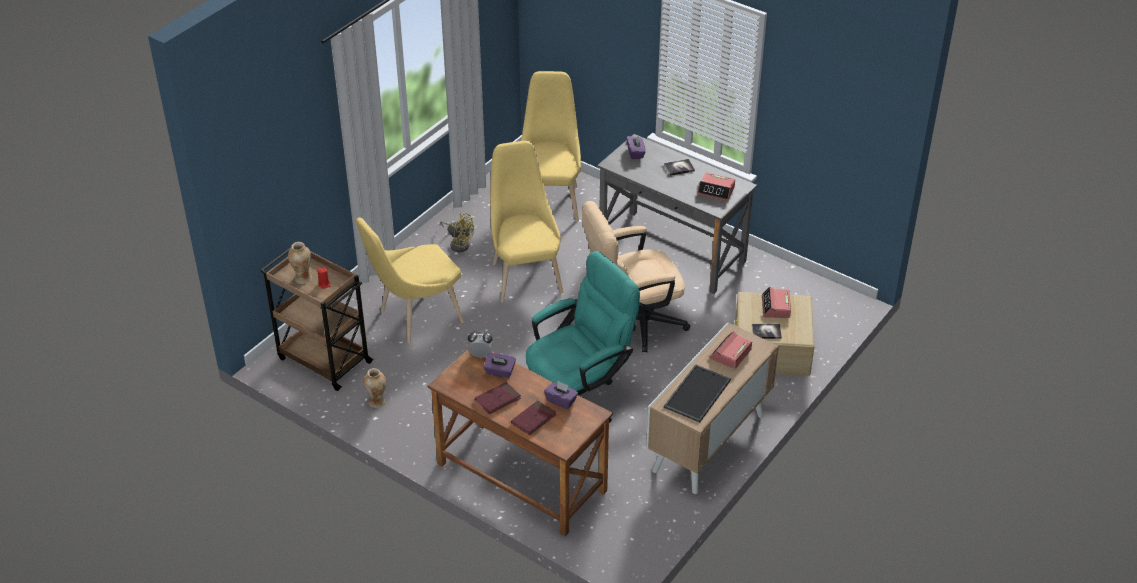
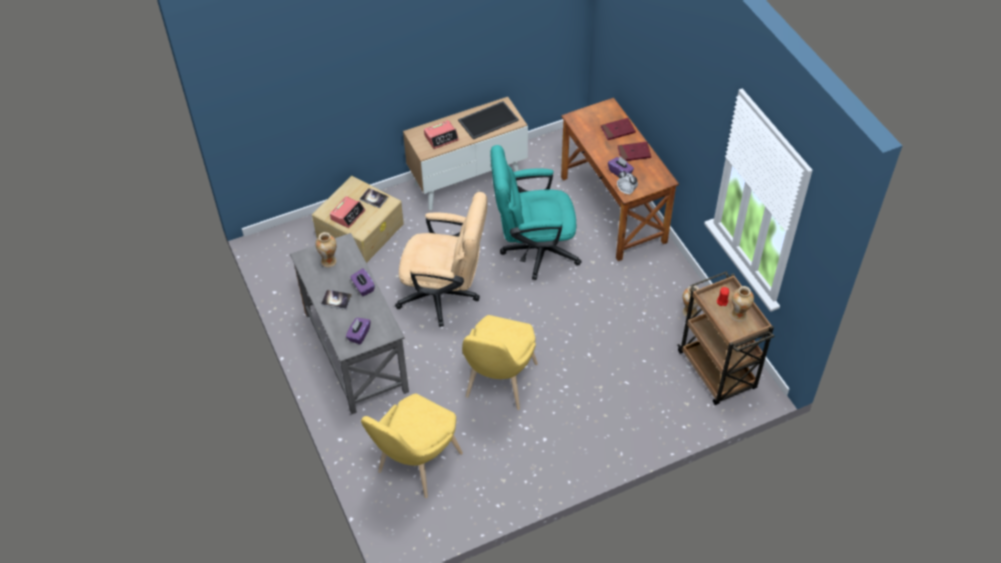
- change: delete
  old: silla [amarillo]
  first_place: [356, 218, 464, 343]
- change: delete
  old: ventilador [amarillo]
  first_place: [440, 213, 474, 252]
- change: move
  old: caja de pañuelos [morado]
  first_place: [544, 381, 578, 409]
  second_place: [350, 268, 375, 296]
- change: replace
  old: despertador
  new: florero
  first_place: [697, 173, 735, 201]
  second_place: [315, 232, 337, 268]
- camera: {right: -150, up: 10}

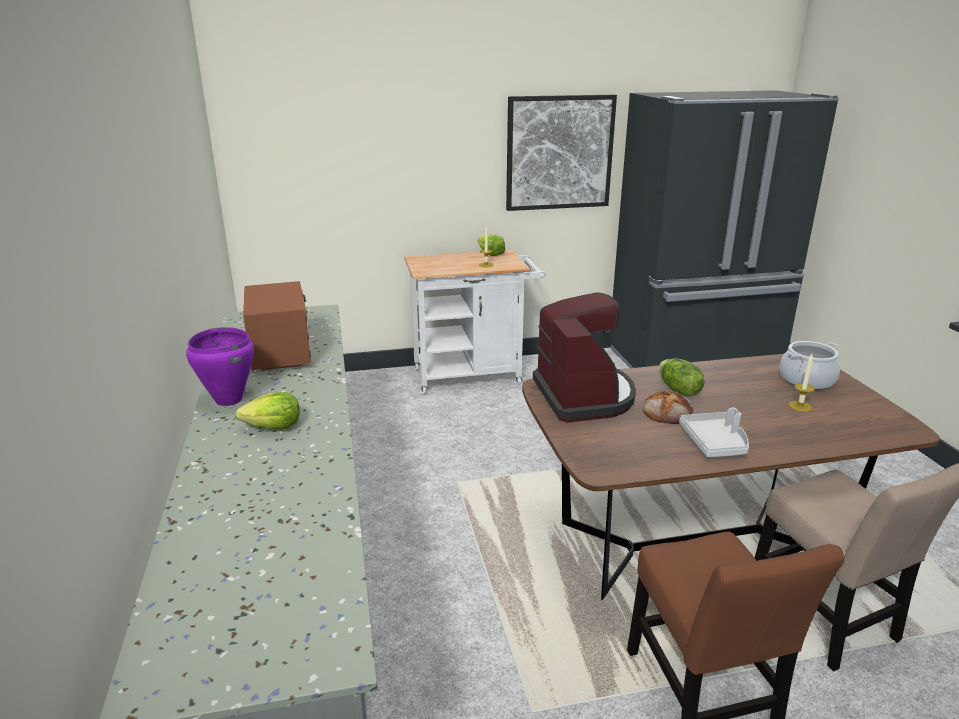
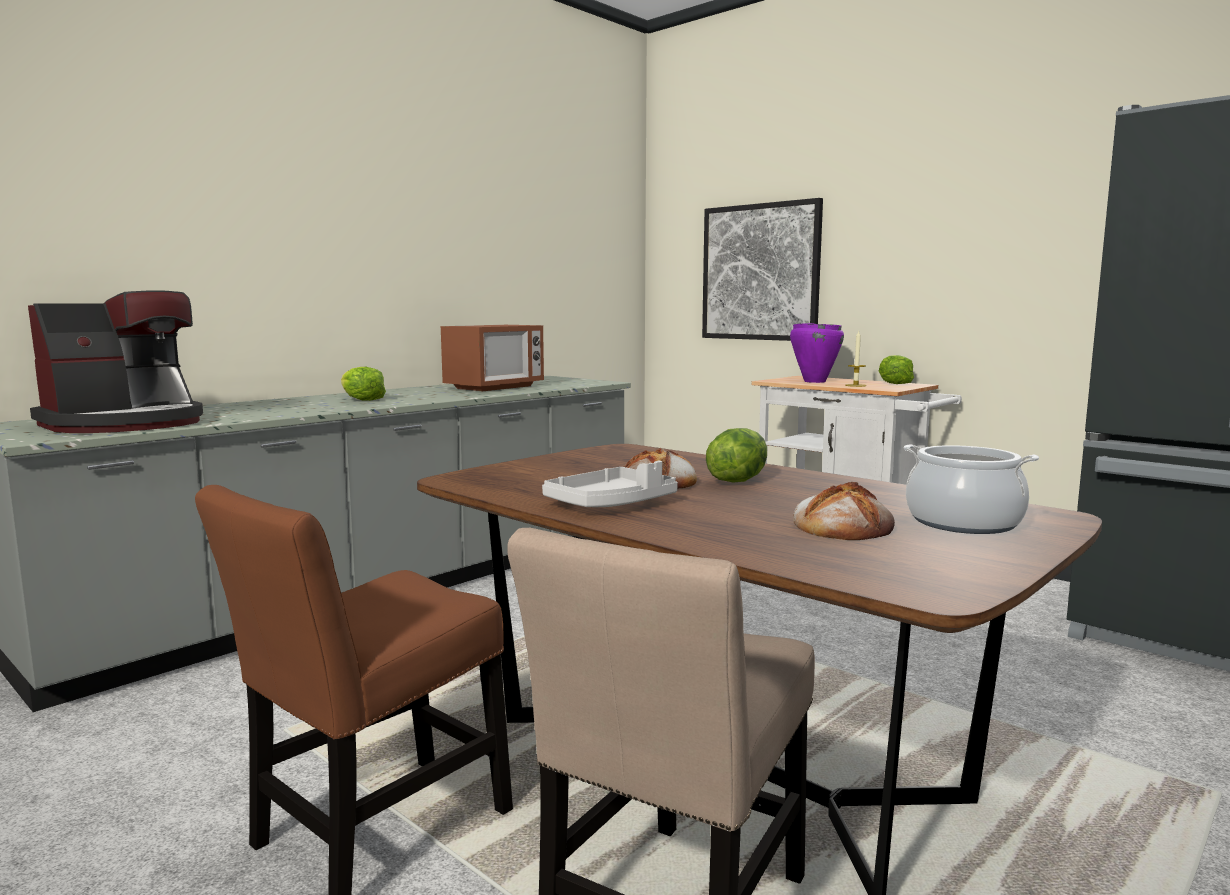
- change: move
  old: olla [morado]
  first_place: [186, 327, 254, 406]
  second_place: [790, 323, 844, 383]
- change: move
  old: cuadro
  first_place: [506, 95, 617, 211]
  second_place: [702, 198, 823, 341]
- change: move
  old: cafetera
  first_place: [533, 292, 636, 423]
  second_place: [28, 290, 203, 433]
- change: replace
  old: vela
  new: pan
  first_place: [789, 354, 815, 412]
  second_place: [793, 482, 895, 540]
- camera: {right: 55, up: -15}

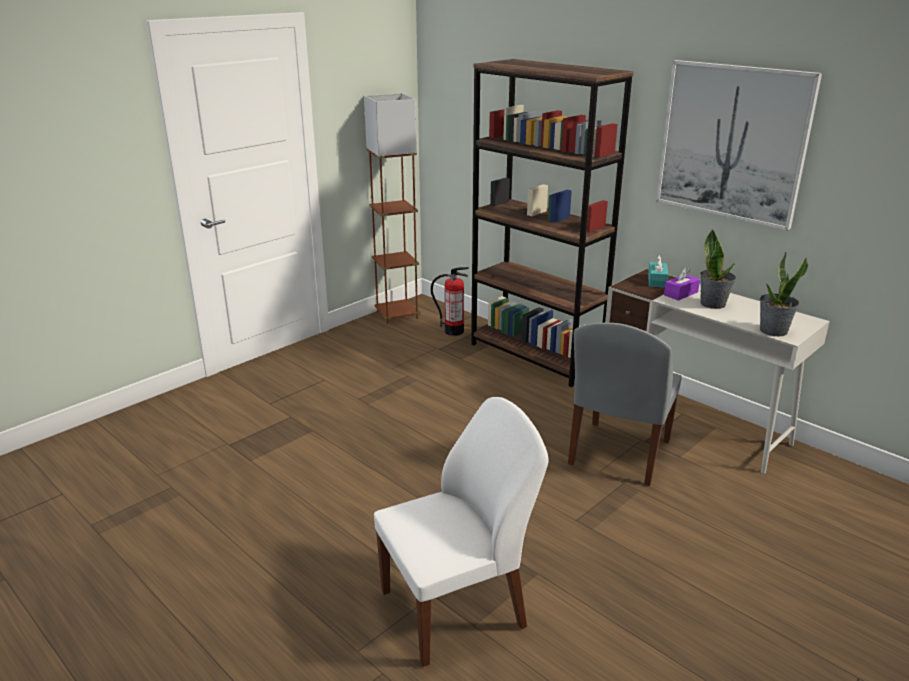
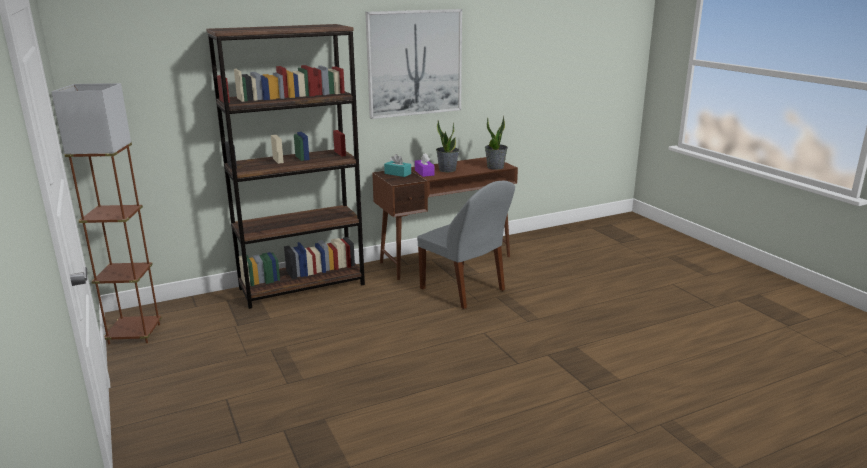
- change: delete
  old: silla [blanco]
  first_place: [374, 397, 549, 667]
- change: delete
  old: extintor
  first_place: [431, 267, 469, 336]
- change: recolor
  old: escritorio [blanco]
  new: escritorio [marrón]
  first_place: [605, 269, 830, 473]
  second_place: [372, 157, 518, 280]
- camera: {right: -70, up: -5}

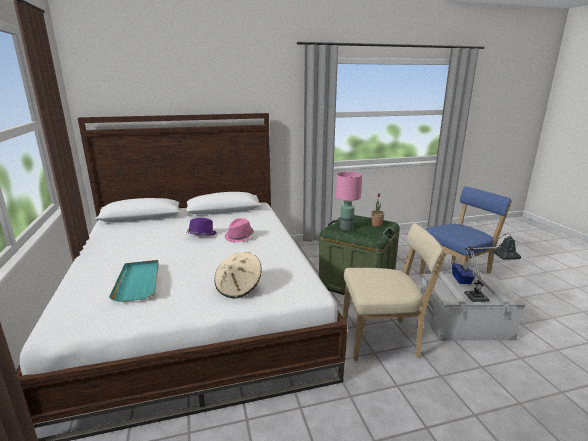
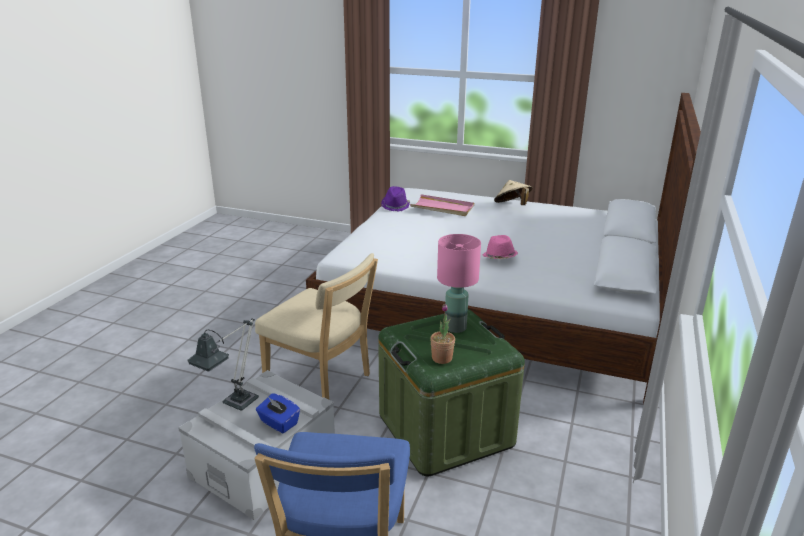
- change: move
  old: sombrero [morado]
  first_place: [186, 217, 216, 235]
  second_place: [381, 186, 410, 211]
- change: move
  old: sombrero [beis]
  first_place: [215, 252, 262, 298]
  second_place: [494, 180, 533, 205]
- change: recolor
  old: bandeja [turquesa]
  new: bandeja [rosa]
  first_place: [109, 260, 159, 302]
  second_place: [410, 194, 474, 216]
- change: rotate
  old: silla [beis]
  first_place: [343, 223, 447, 361]
  second_place: [255, 253, 378, 399]
  degrees: -90
- camera: {right: 125, up: 5}

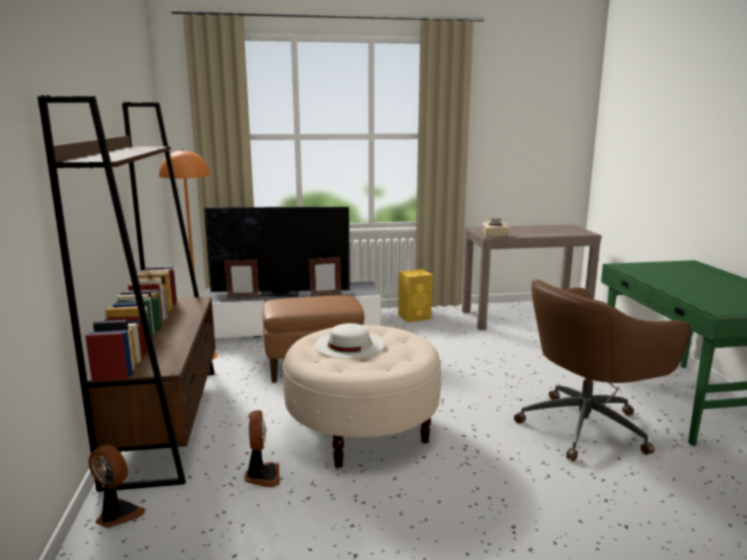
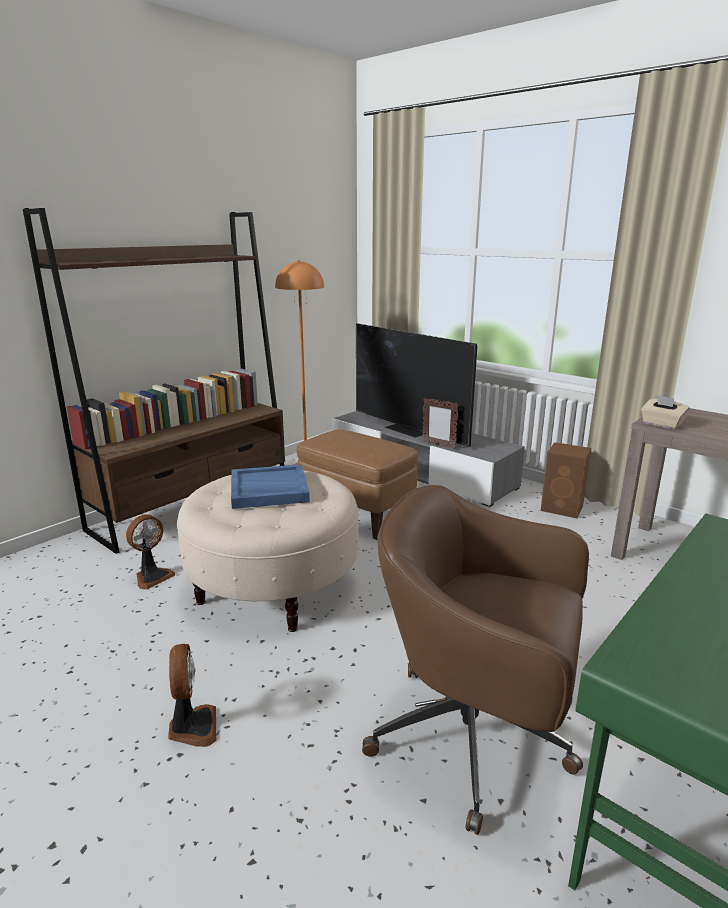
- change: delete
  old: portarretratos
  first_place: [224, 259, 260, 299]
- change: move
  old: ventilador
  first_place: [88, 444, 146, 528]
  second_place: [168, 644, 216, 747]
- change: replace
  old: sombrero [blanco]
  new: bandeja [azul]
  first_place: [315, 323, 385, 359]
  second_place: [231, 464, 310, 509]
- change: recolor
  old: altavoz [amarillo]
  new: altavoz [marrón]
  first_place: [398, 269, 433, 323]
  second_place: [541, 442, 591, 518]
- camera: {right: 50, up: 5}

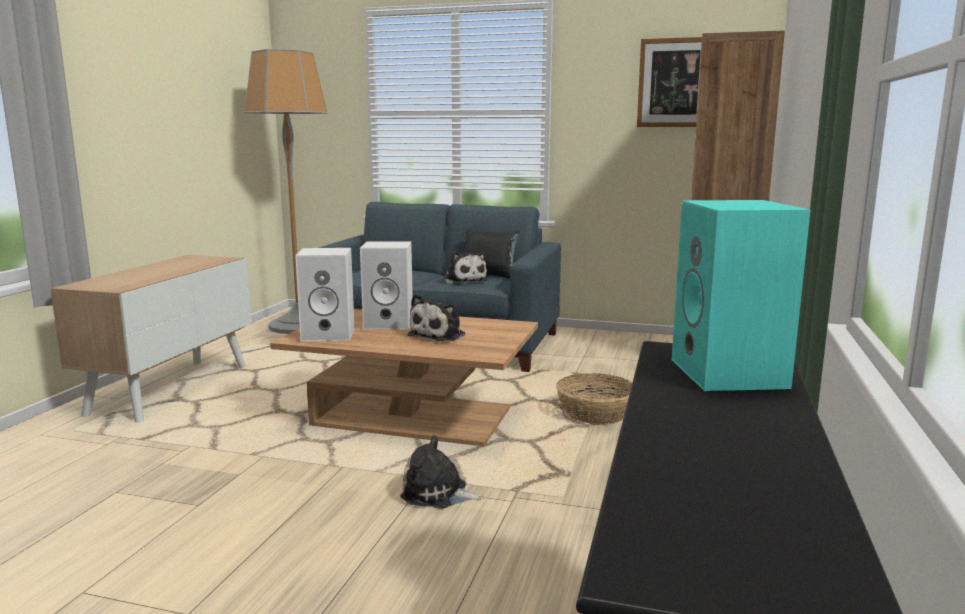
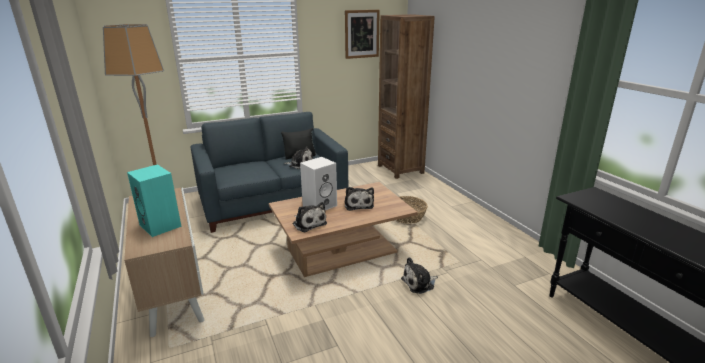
- change: move
  old: altavoz [turquesa]
  first_place: [672, 200, 810, 391]
  second_place: [127, 164, 181, 237]
- change: replace
  old: altavoz [blanco]
  new: peluche
  first_place: [295, 248, 355, 341]
  second_place: [293, 202, 327, 232]
- camera: {right: -40, up: 10}

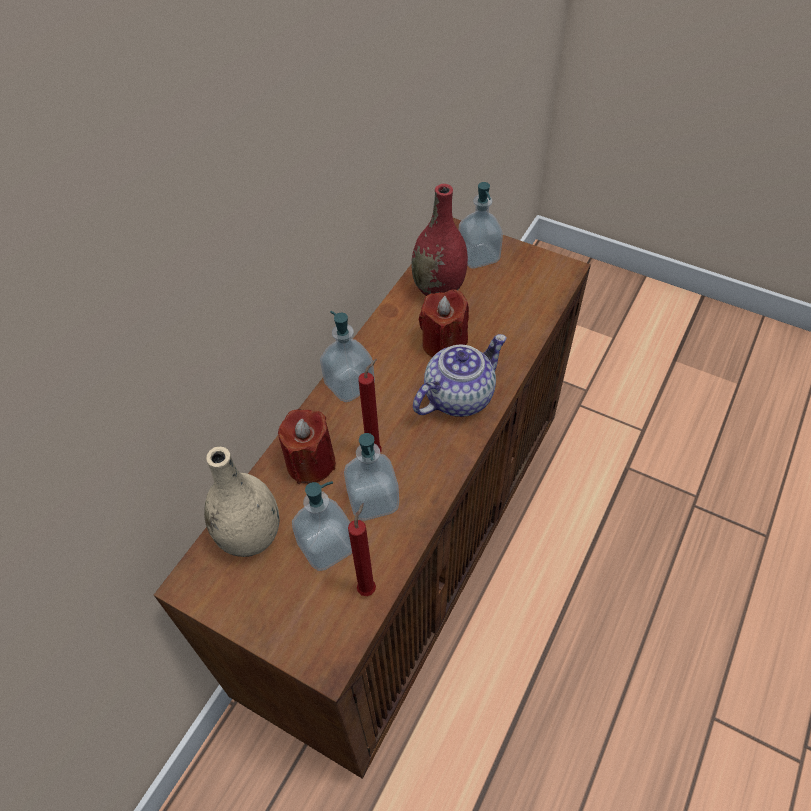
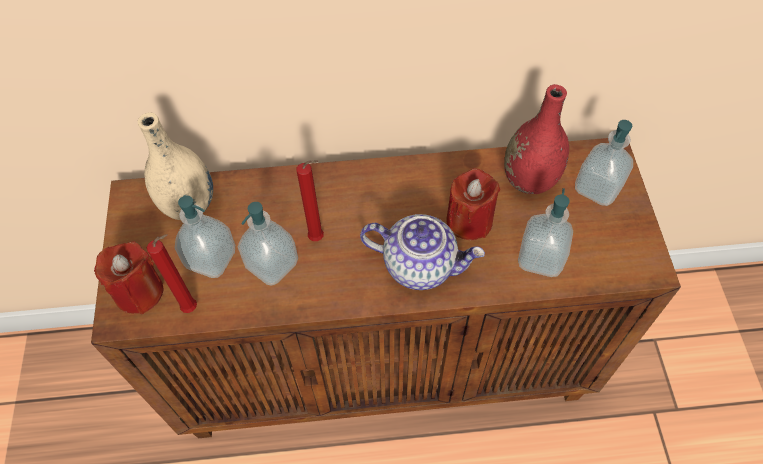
- change: move
  old: vela [rojo]
  first_place: [278, 409, 336, 484]
  second_place: [94, 241, 164, 314]
- change: move
  old: dispensador de jabón
  first_place: [320, 311, 375, 402]
  second_place: [518, 188, 573, 277]
- camera: {right: 55, up: 5}

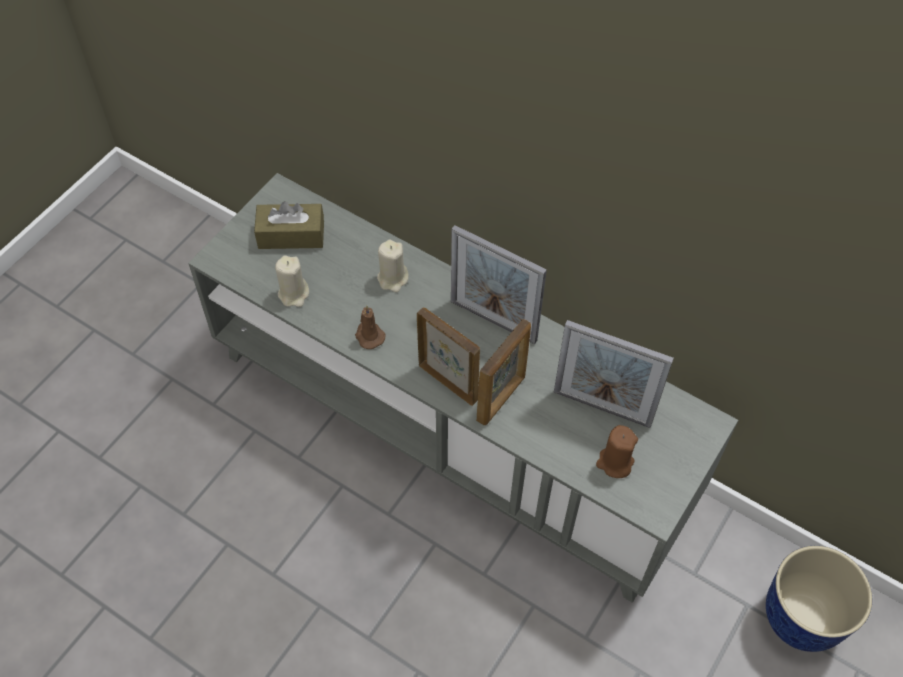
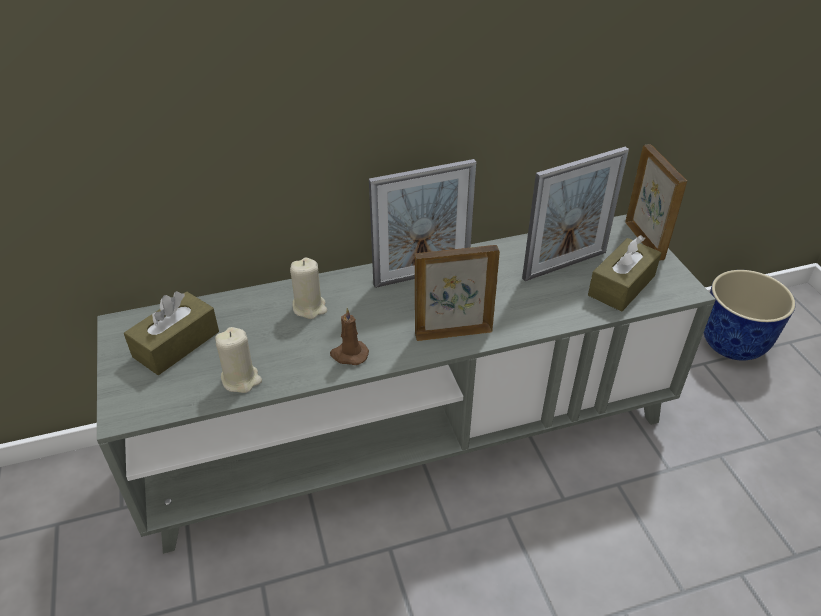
- change: move
  old: portarretratos
  first_place: [476, 319, 531, 425]
  second_place: [625, 144, 687, 261]
- change: replace
  old: vela [marrón]
  new: caja de pañuelos [marrón]
  first_place: [596, 425, 638, 478]
  second_place: [588, 235, 661, 312]
- camera: {right: -50, up: -15}

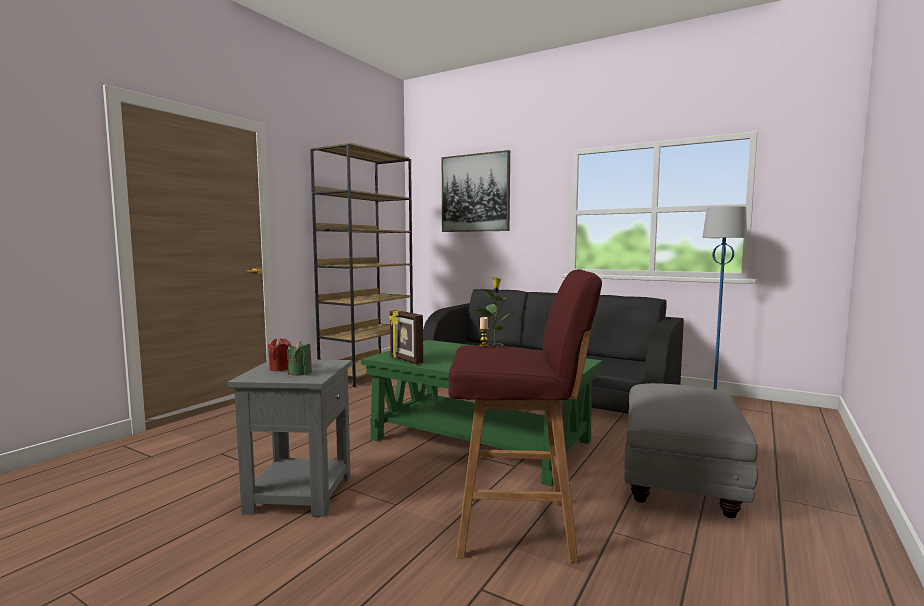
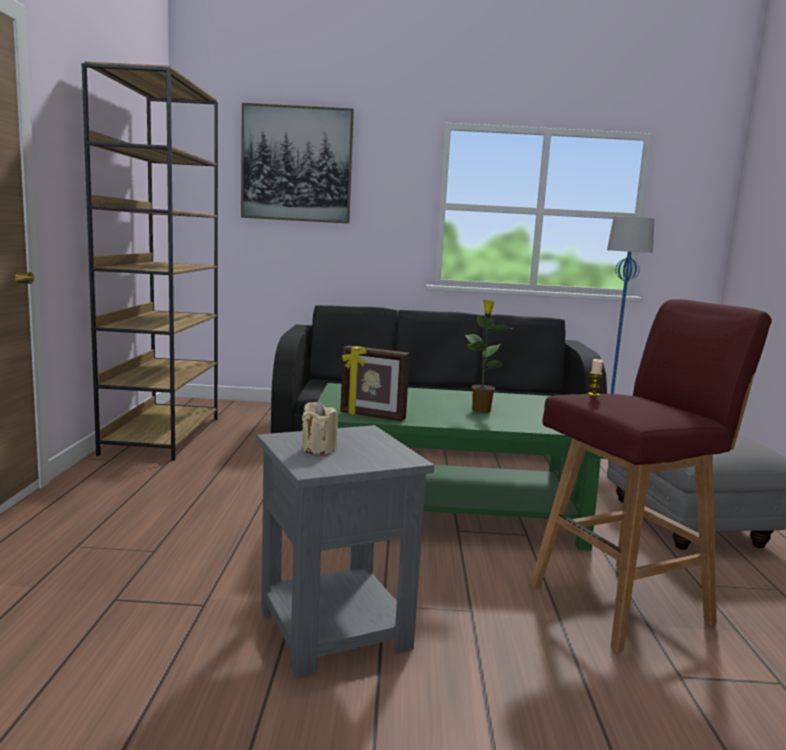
- change: delete
  old: vela [verde]
  first_place: [287, 341, 312, 376]
- change: recolor
  old: vela [rojo]
  new: vela [beis]
  first_place: [268, 337, 291, 371]
  second_place: [302, 402, 338, 455]
- camera: {right: -30, up: 5}

